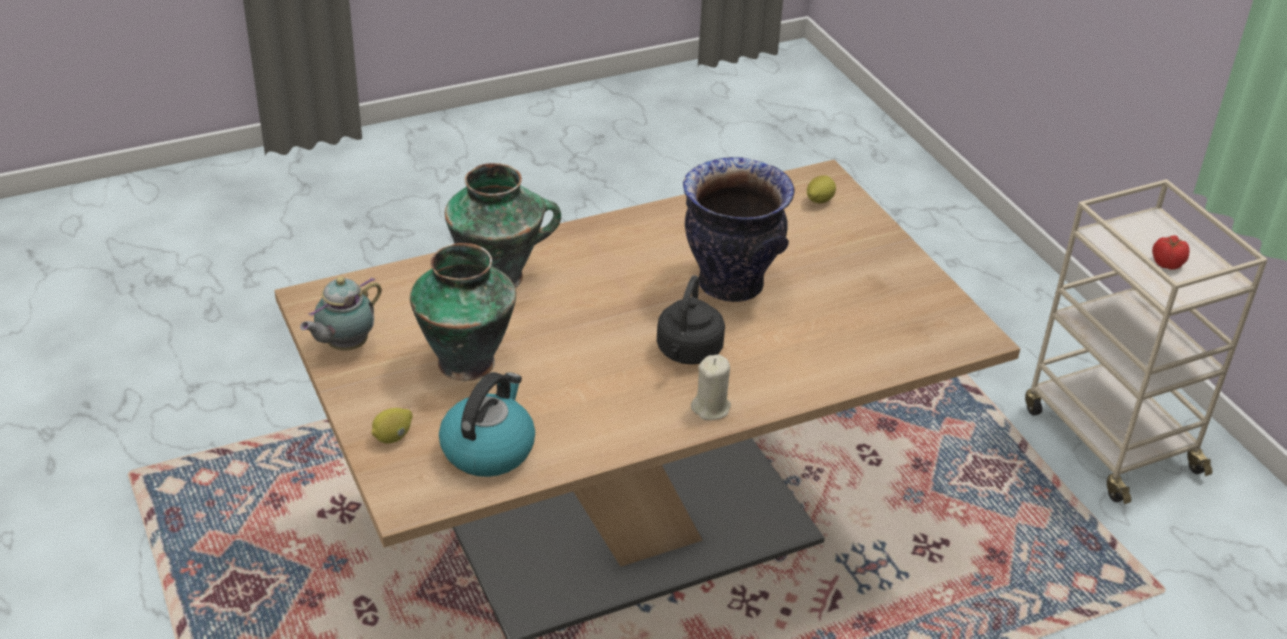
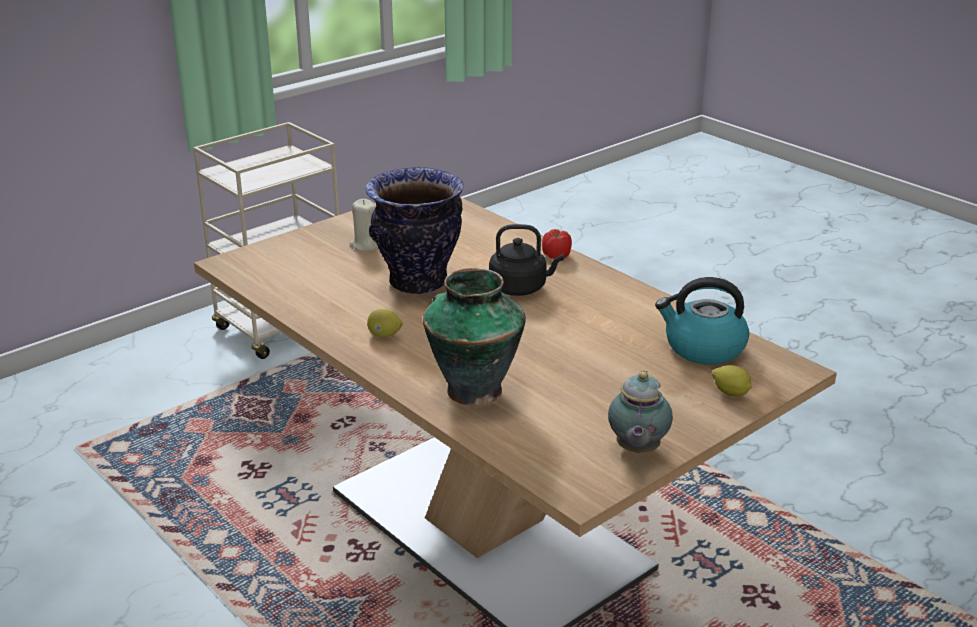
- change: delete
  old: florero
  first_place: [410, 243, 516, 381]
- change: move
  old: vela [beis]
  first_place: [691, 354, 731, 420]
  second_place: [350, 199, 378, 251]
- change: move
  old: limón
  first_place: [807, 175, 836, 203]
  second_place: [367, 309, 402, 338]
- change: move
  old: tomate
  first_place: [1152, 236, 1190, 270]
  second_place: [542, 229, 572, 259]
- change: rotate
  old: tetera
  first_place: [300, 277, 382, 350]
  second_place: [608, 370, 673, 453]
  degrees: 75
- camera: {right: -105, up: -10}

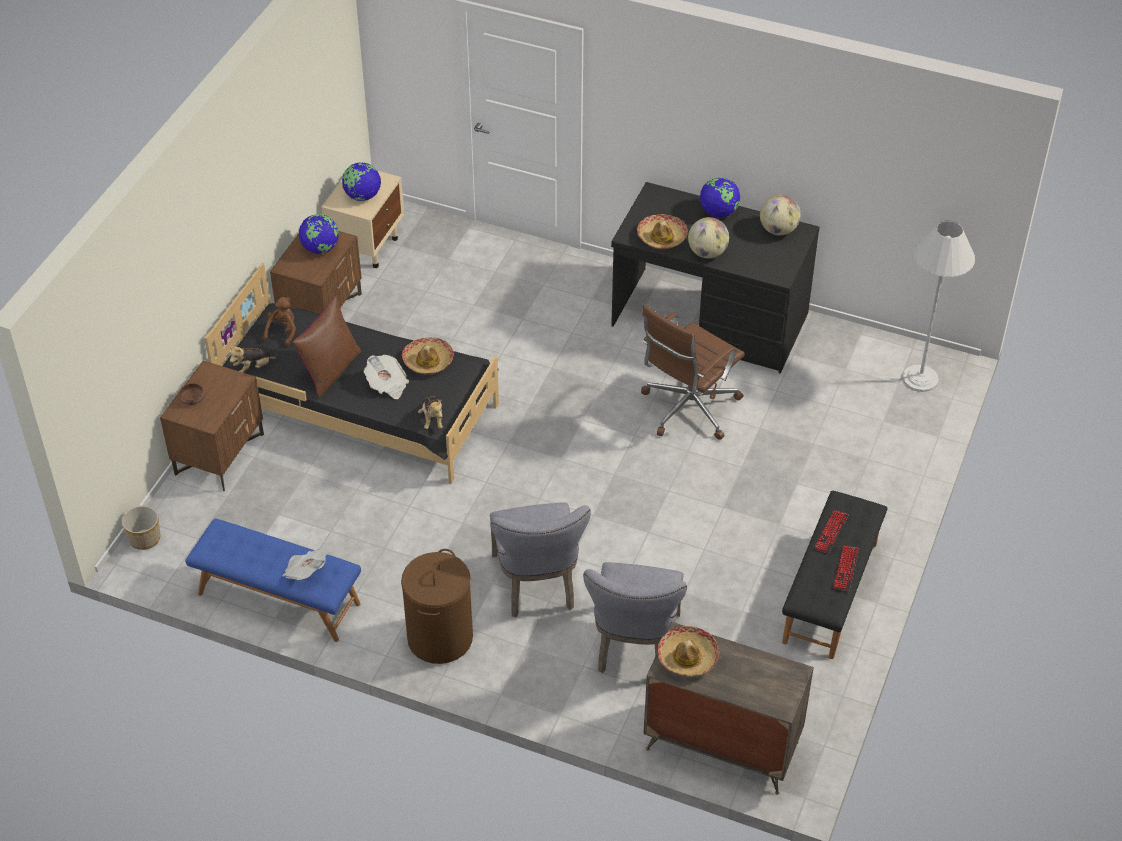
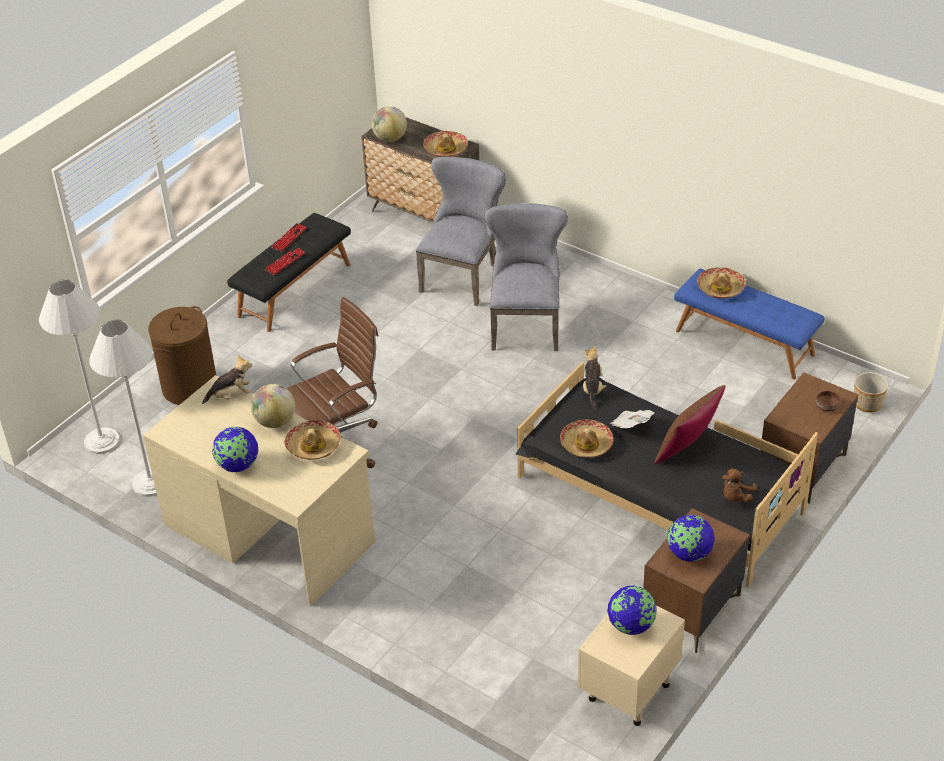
- change: insert
  new: lámpara de pie [blanco]
  second_place: [89, 320, 157, 497]
- change: move
  old: peluche
  first_place: [228, 347, 279, 373]
  second_place: [202, 355, 252, 404]
- change: move
  old: cesto de la ropa [marrón]
  first_place: [401, 549, 473, 664]
  second_place: [148, 306, 216, 405]
- change: move
  old: globo terráqueo
  first_place: [760, 195, 801, 235]
  second_place: [372, 106, 407, 142]
- change: replace
  old: periódico
  new: sombrero
  first_place: [283, 549, 328, 580]
  second_place: [697, 267, 746, 299]
- change: recolor
  old: escritorio [negro]
  new: escritorio [beis]
  first_place: [611, 182, 820, 373]
  second_place: [143, 375, 375, 607]
- camera: {right: -165, up: -5}

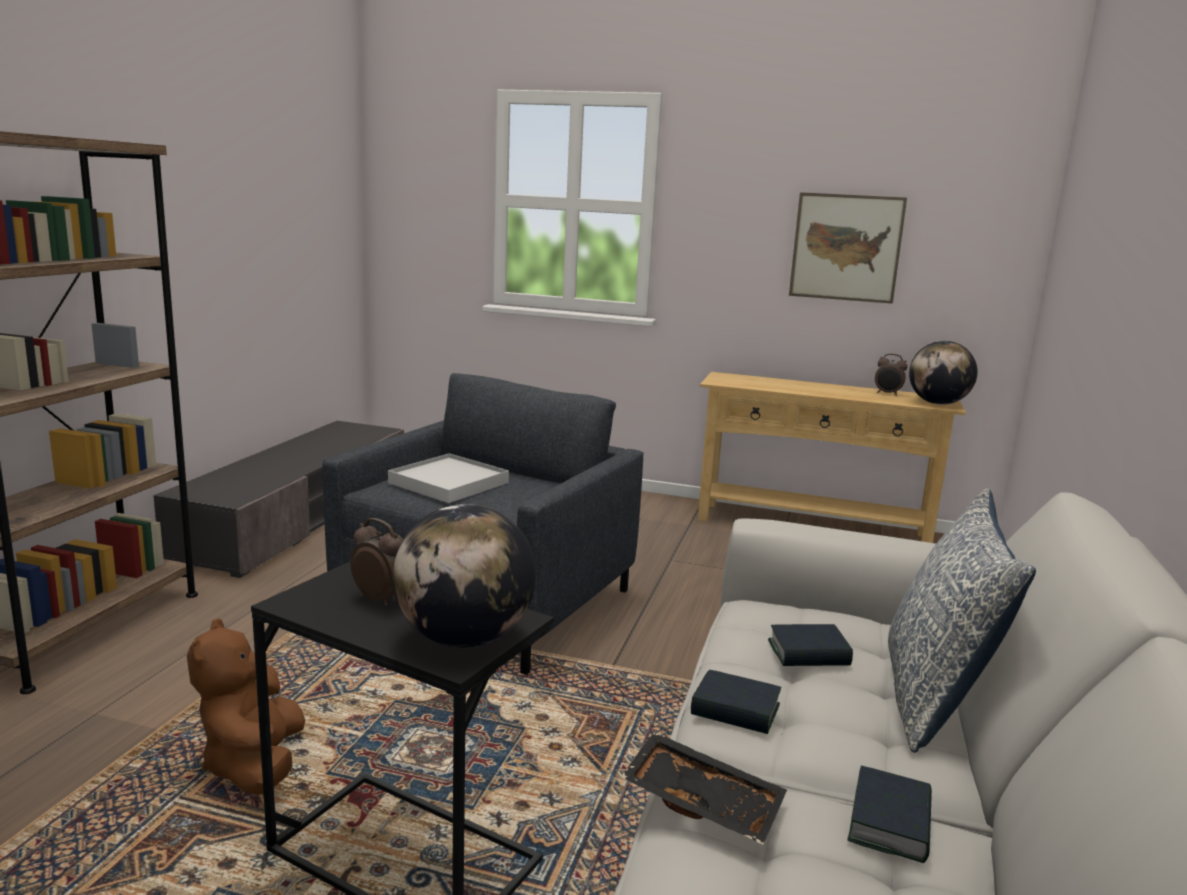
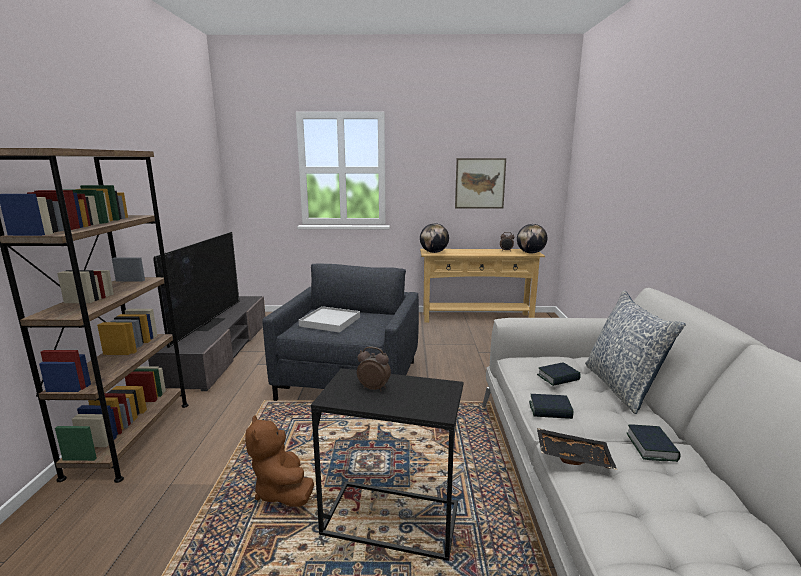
- change: insert
  new: televisor
  second_place: [153, 232, 239, 348]
- change: move
  old: globo terráqueo
  first_place: [393, 504, 536, 648]
  second_place: [420, 223, 449, 253]
- camera: {right: -15, up: 0}

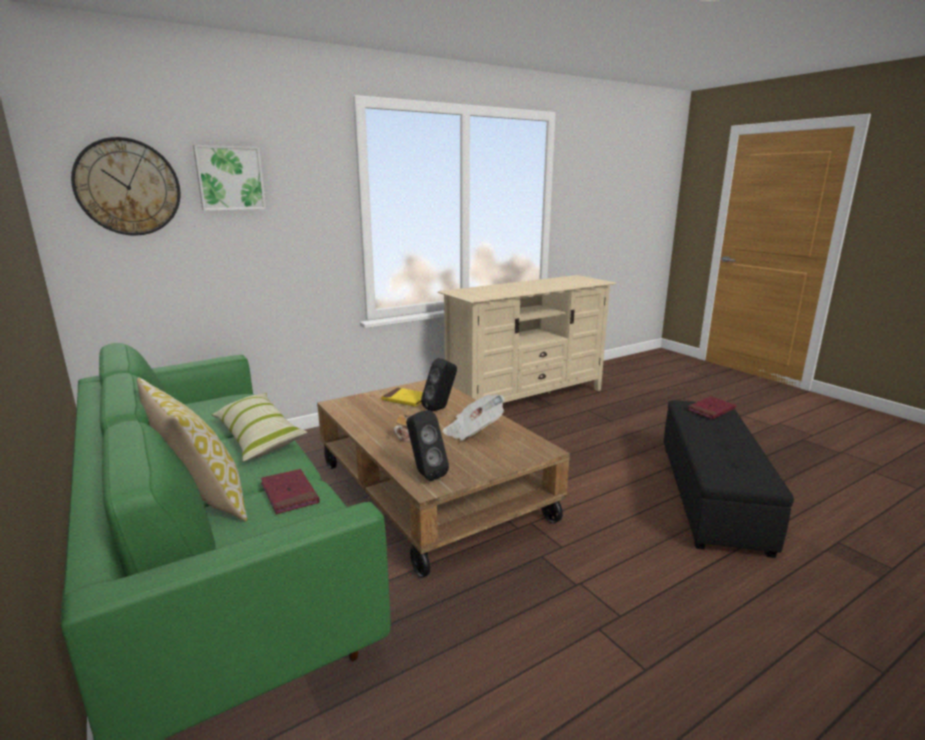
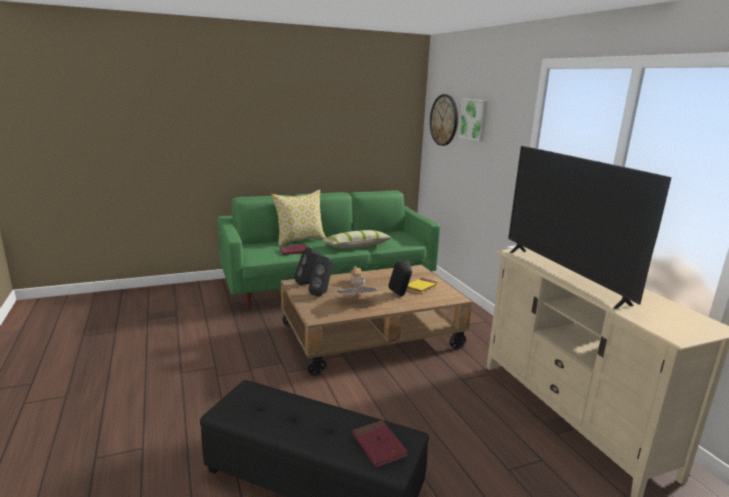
- change: insert
  new: altavoz [negro]
  second_place: [308, 256, 333, 297]
- change: insert
  new: televisor
  second_place: [508, 146, 672, 309]
- camera: {right: 100, up: 0}

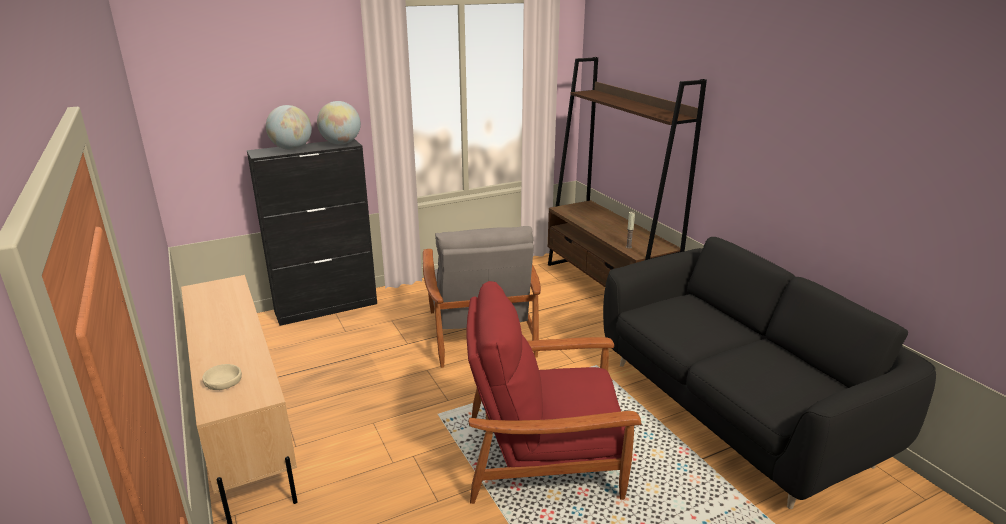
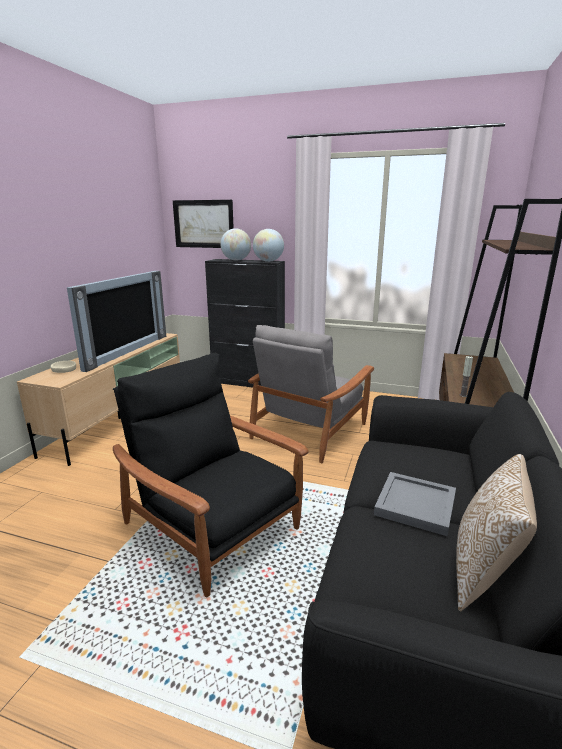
- change: insert
  new: televisor
  second_place: [67, 271, 166, 372]
- change: insert
  new: cuadro
  second_place: [173, 200, 234, 248]
- change: insert
  new: bandeja [gris]
  second_place: [374, 472, 456, 536]
- change: insert
  new: cojín
  second_place: [456, 454, 537, 611]
- change: recolor
  old: sillón [rojo]
  new: sillón [negro]
  first_place: [467, 281, 642, 504]
  second_place: [113, 353, 309, 597]
- camera: {right: 45, up: -5}

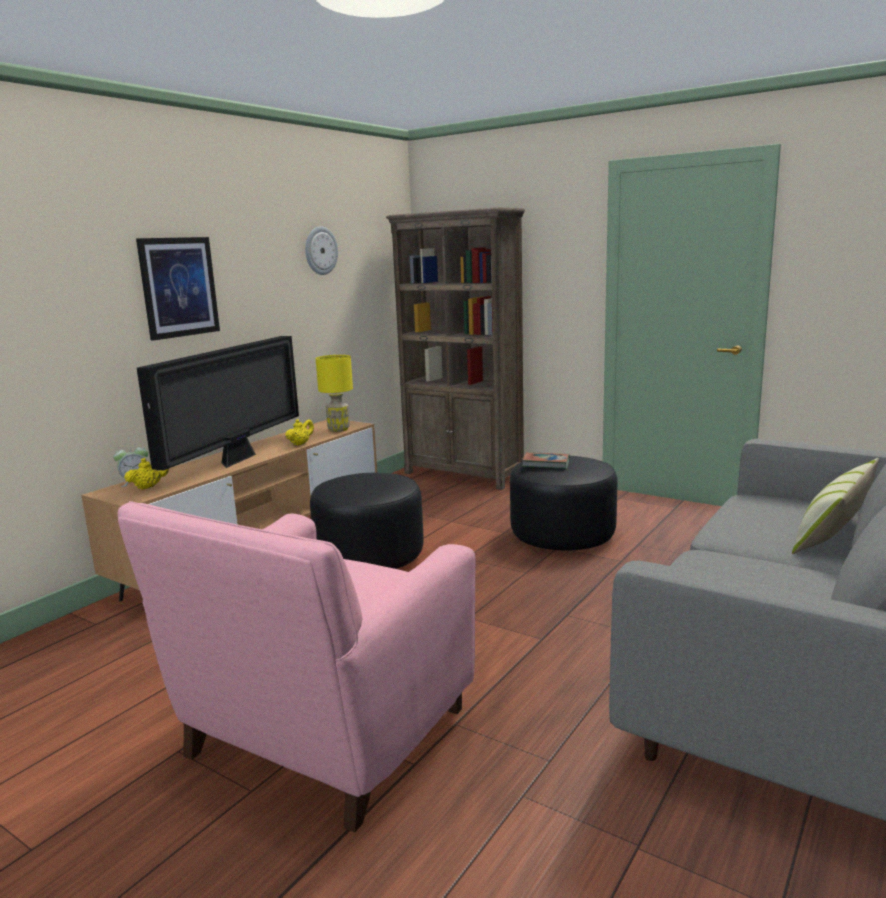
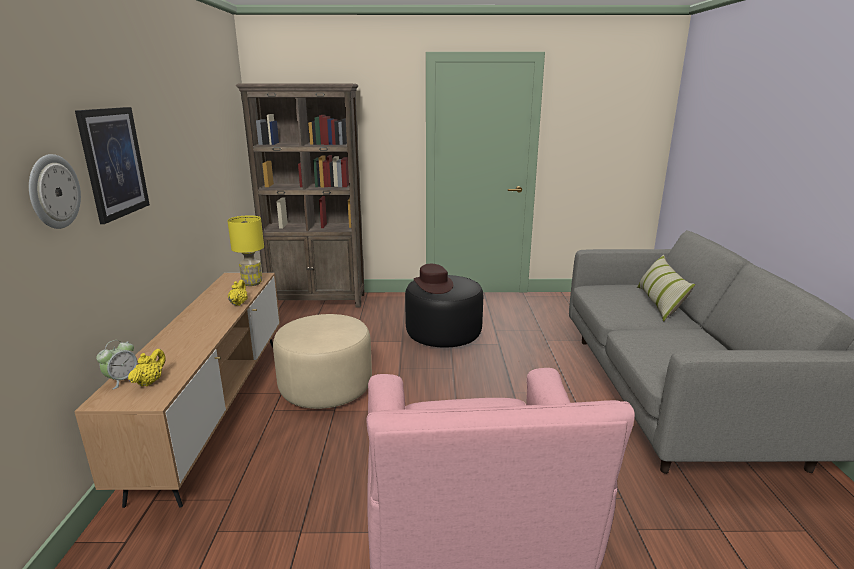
- change: delete
  old: televisor
  first_place: [137, 336, 299, 471]
- change: move
  old: reloj de pared
  first_place: [305, 226, 338, 275]
  second_place: [29, 154, 81, 229]
- change: replace
  old: libro
  new: sombrero [marrón]
  first_place: [522, 452, 569, 469]
  second_place: [414, 264, 453, 294]
- change: recolor
  old: puf [negro]
  new: puf [beis]
  first_place: [310, 473, 424, 569]
  second_place: [273, 314, 372, 409]
- camera: {right: -35, up: 5}

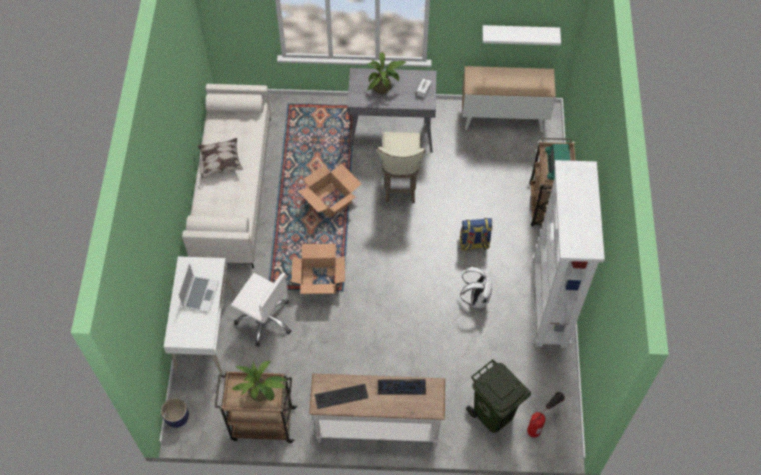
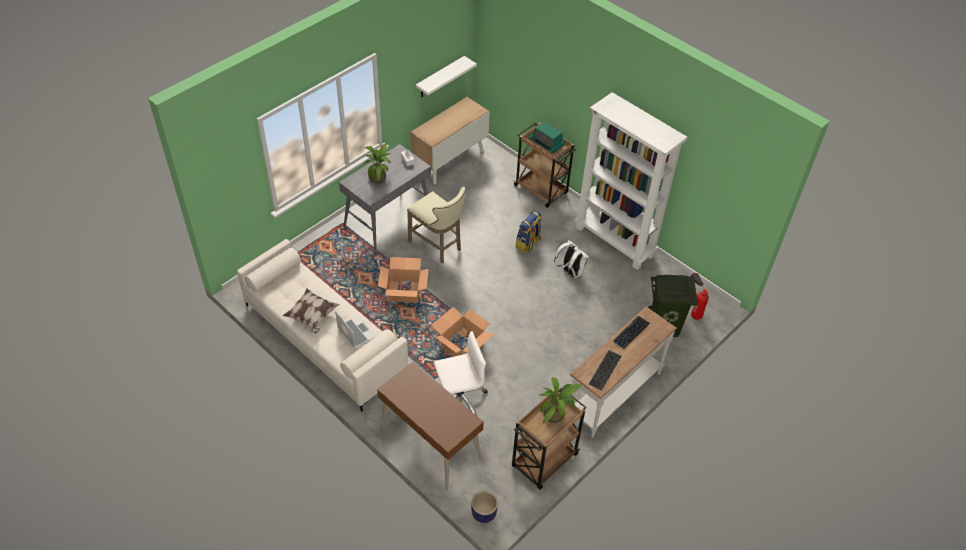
- change: move
  old: portátil
  first_place: [178, 263, 219, 313]
  second_place: [335, 311, 376, 349]
- change: recolor
  old: escritorio [blanco]
  new: escritorio [marrón]
  first_place: [164, 256, 235, 379]
  second_place: [377, 362, 484, 490]
- camera: {right: -50, up: -10}

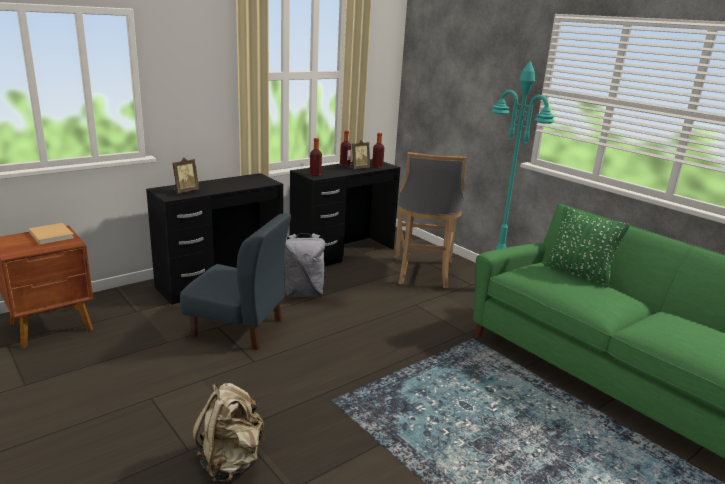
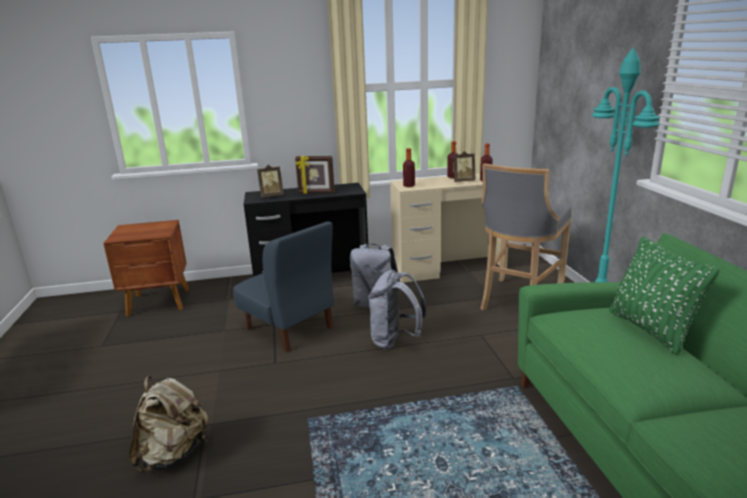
- change: delete
  old: libro [beis]
  first_place: [29, 223, 74, 245]
- change: insert
  new: portarretratos
  second_place: [295, 156, 335, 194]
- change: insert
  new: mochila [gris]
  second_place: [368, 270, 427, 350]
- change: recolor
  old: escritorio [negro]
  new: escritorio [beis]
  first_place: [289, 159, 400, 267]
  second_place: [390, 173, 509, 283]
- camera: {right: 30, up: 0}

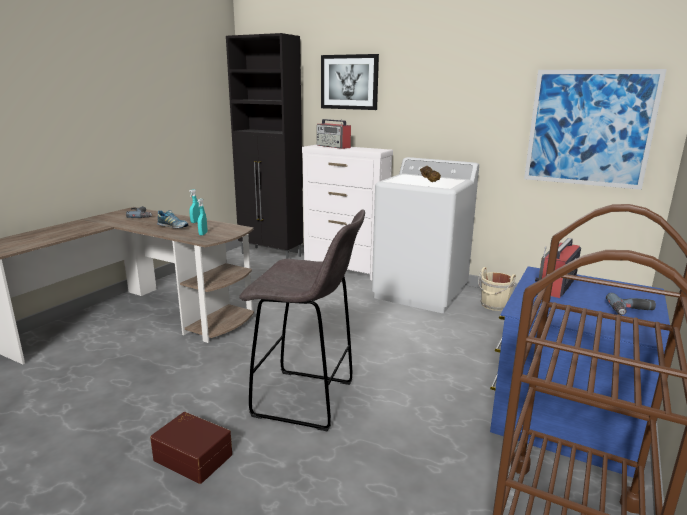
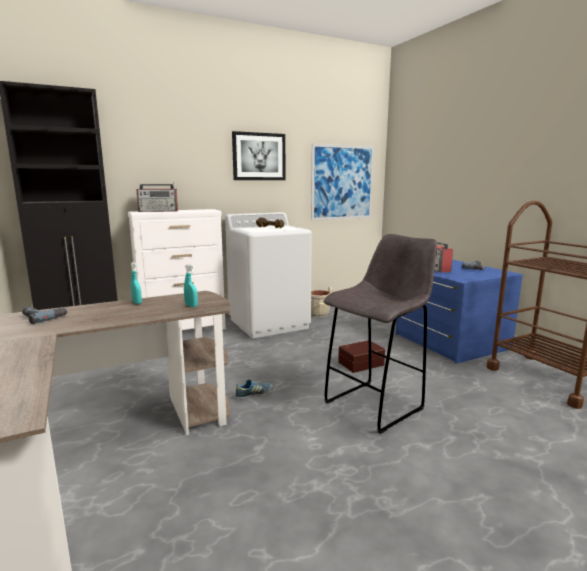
- change: move
  old: caja de almacenaje [marrón]
  first_place: [150, 412, 232, 484]
  second_place: [338, 340, 385, 373]
- change: move
  old: zapato
  first_place: [157, 210, 188, 228]
  second_place: [235, 379, 273, 400]
- change: move
  old: cuadro
  first_place: [321, 54, 379, 110]
  second_place: [232, 131, 286, 180]
- camera: {right: -55, up: -5}

